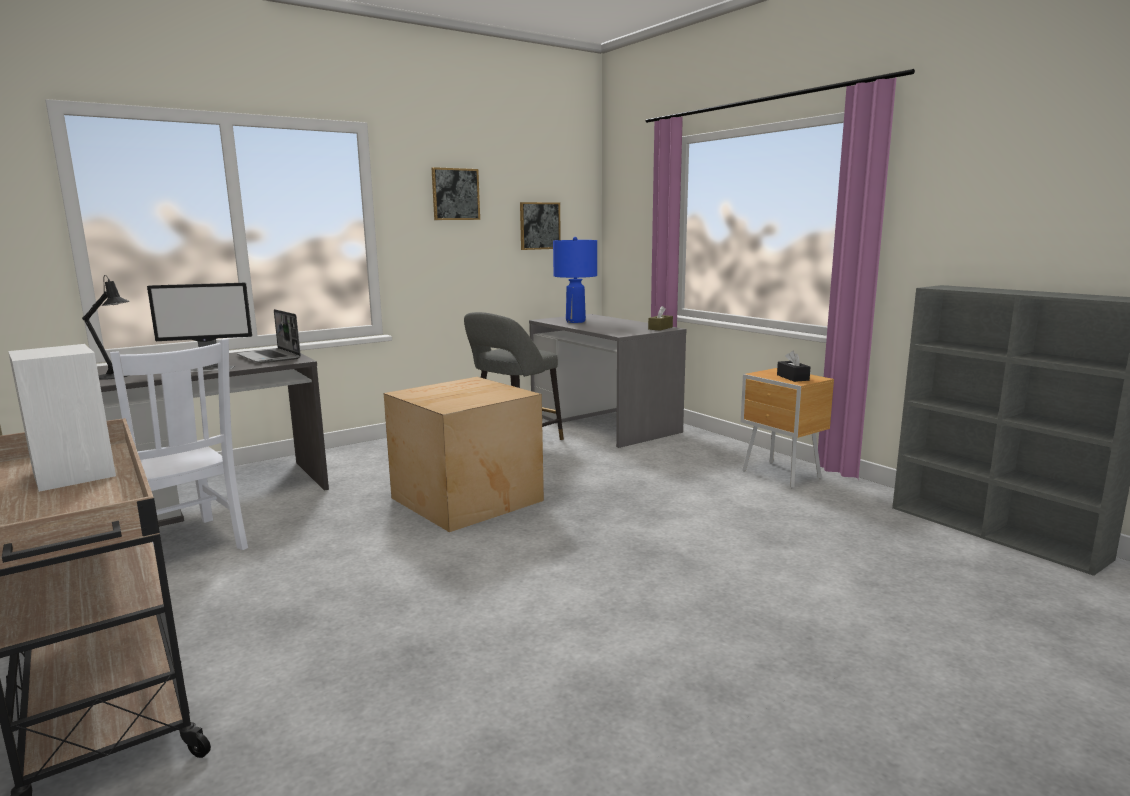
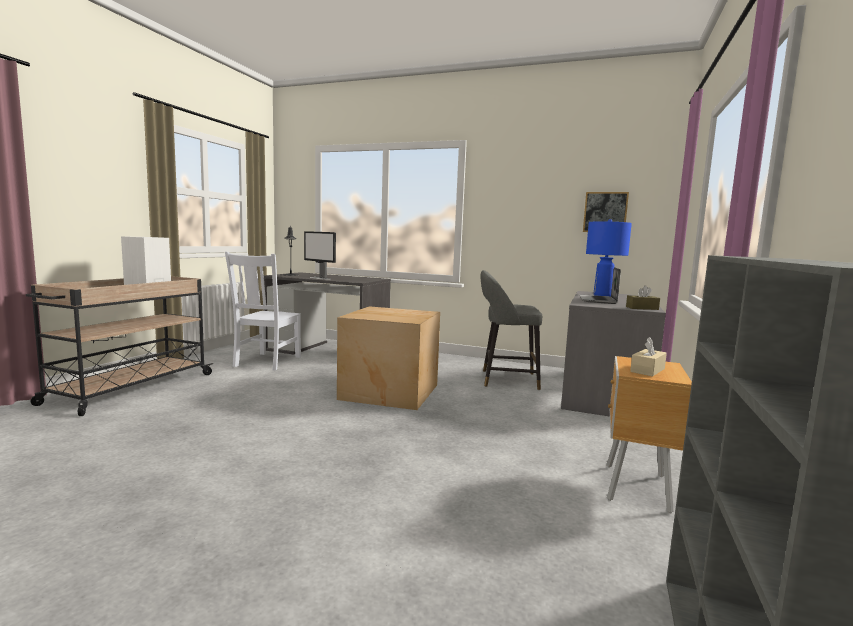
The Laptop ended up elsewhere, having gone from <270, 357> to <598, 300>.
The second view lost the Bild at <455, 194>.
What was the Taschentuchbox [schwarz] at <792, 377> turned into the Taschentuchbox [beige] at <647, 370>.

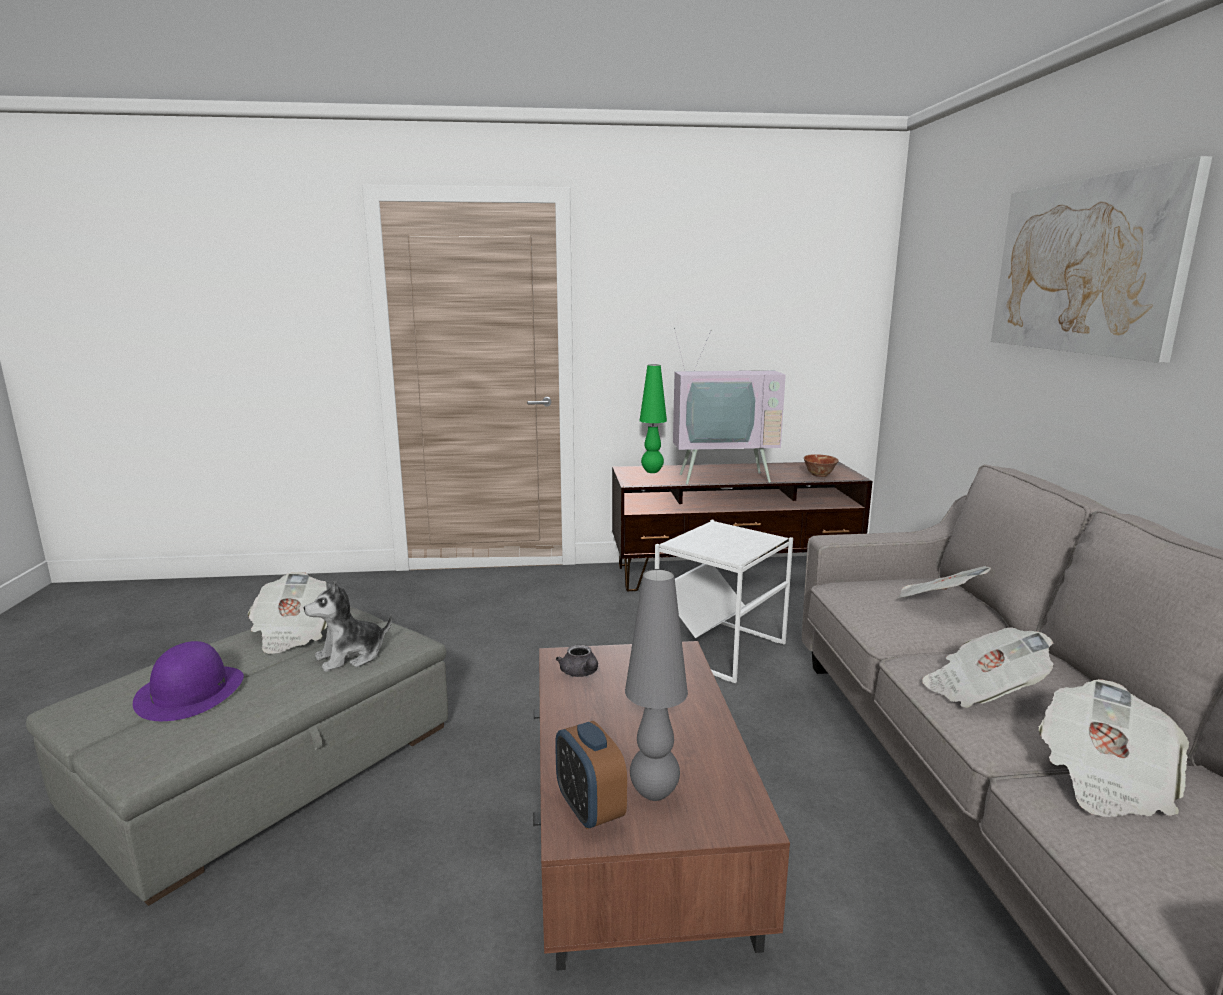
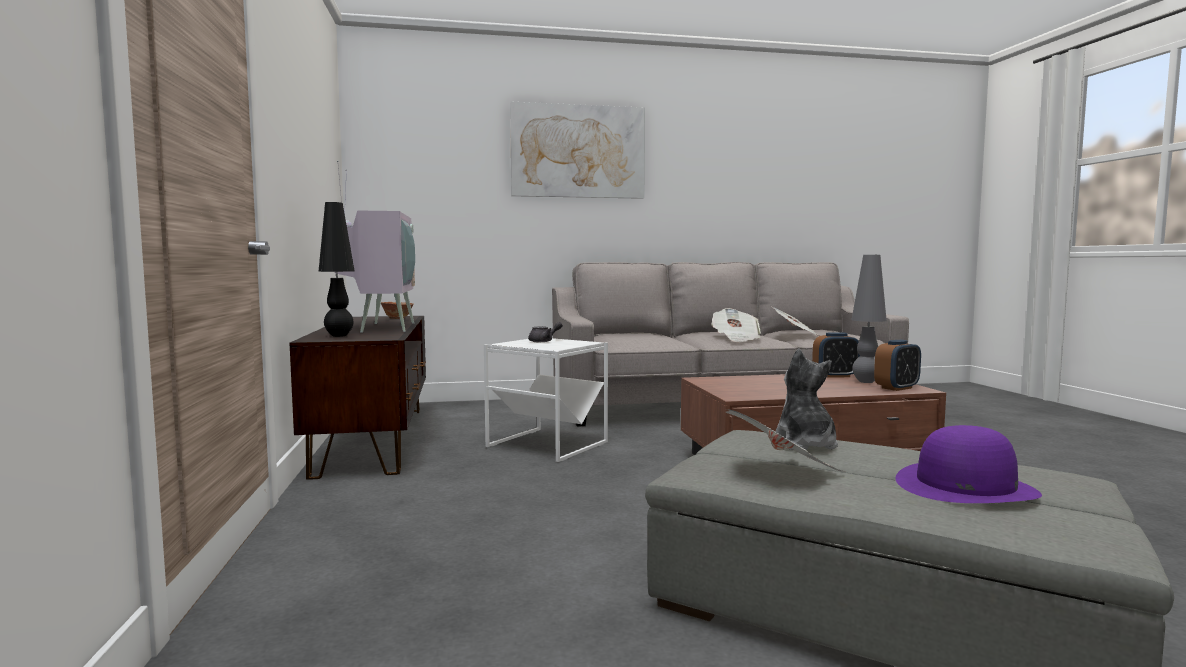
The Plüschtier at <351, 656> ended up facing another way, 150 degrees counterclockwise from before.
The Teekanne [grau] ended up elsewhere, having gone from <580, 673> to <544, 341>.
What was the Tischlampe [grün] at <652, 472> turned into the Tischlampe [schwarz] at <339, 336>.
The second view lost the Zeitung at <937, 603>.
The second view gained the Wecker at <835, 376>.

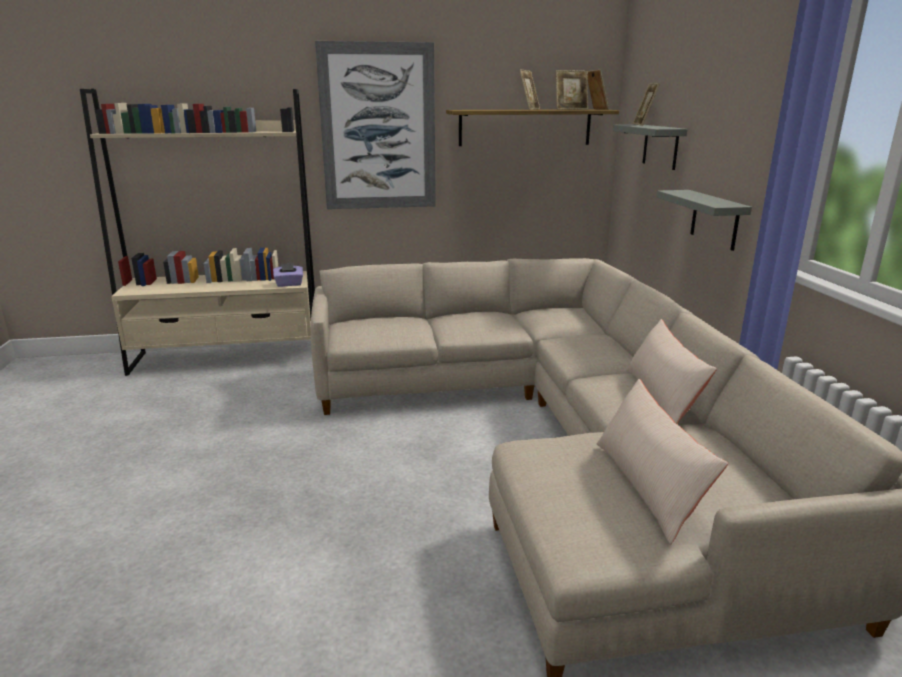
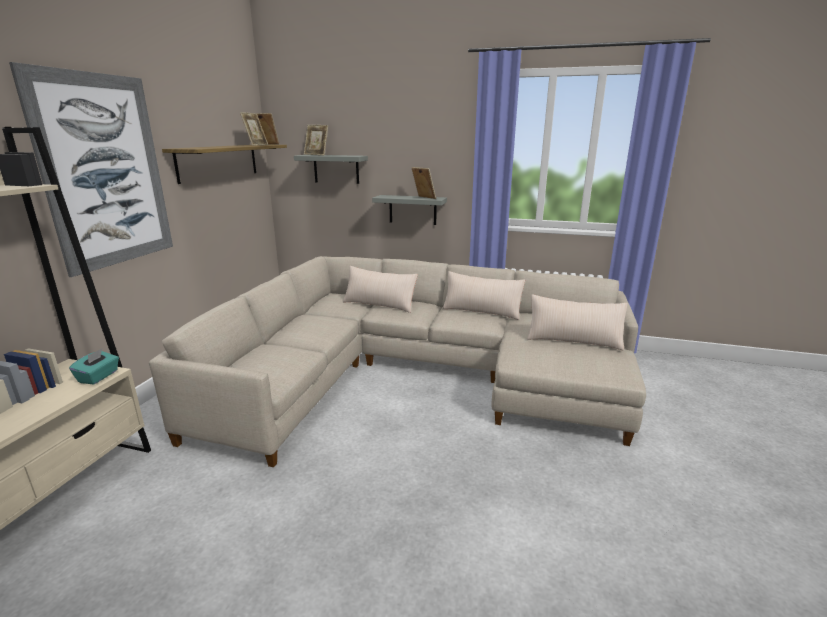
What was the Taschentuchbox [lila] at <289, 284> turned into the Taschentuchbox [türkis] at <99, 377>.
The Bilderrahmen ended up elsewhere, having gone from <529, 109> to <423, 198>.
The second view gained the Kissen [beige] at <379, 304>.

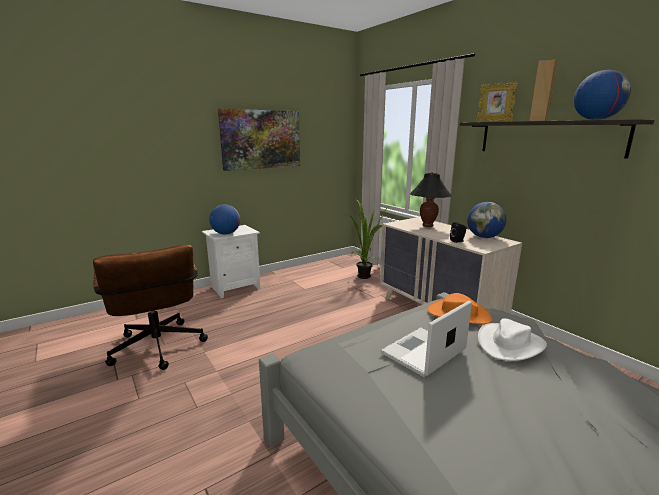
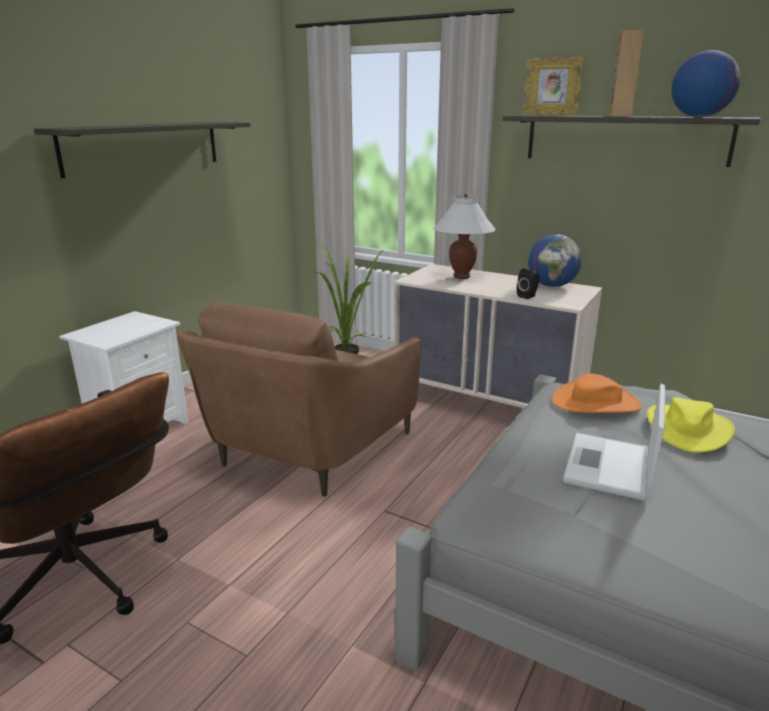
The second view lost the Globus at <226, 234>.
Where the Bild hung at <261, 139>, the Wandregal came to hang at <144, 147>.
What was the Tischlampe [schwarz] at <428, 226> turned into the Tischlampe [weiß] at <462, 277>.
What was the Hut [weiß] at <510, 343> turned into the Hut [gelb] at <687, 429>.
The second view gained the Sessel [braun] at <306, 449>.

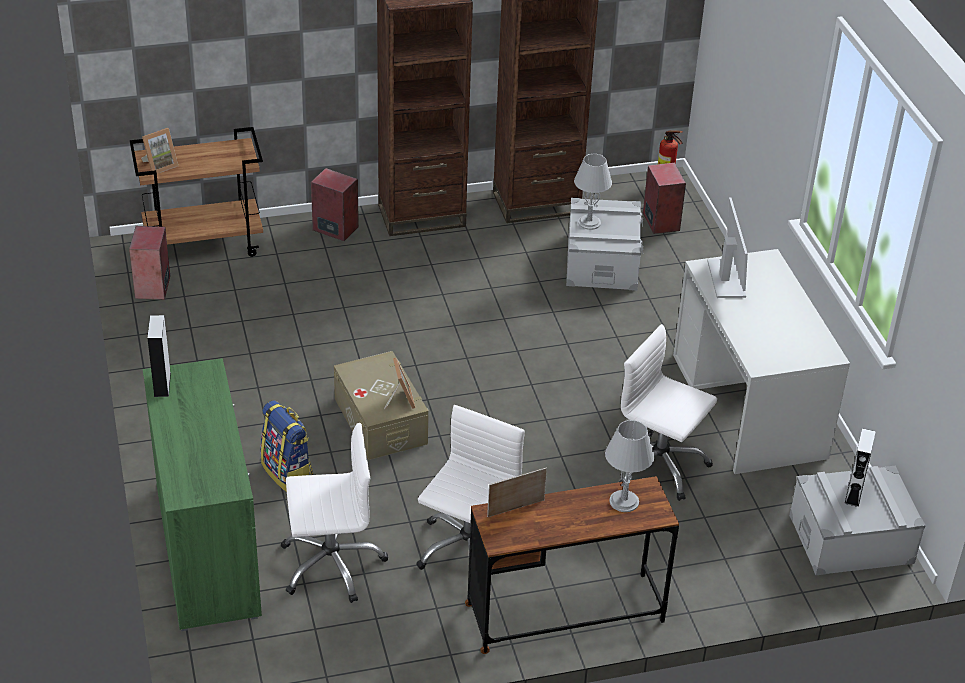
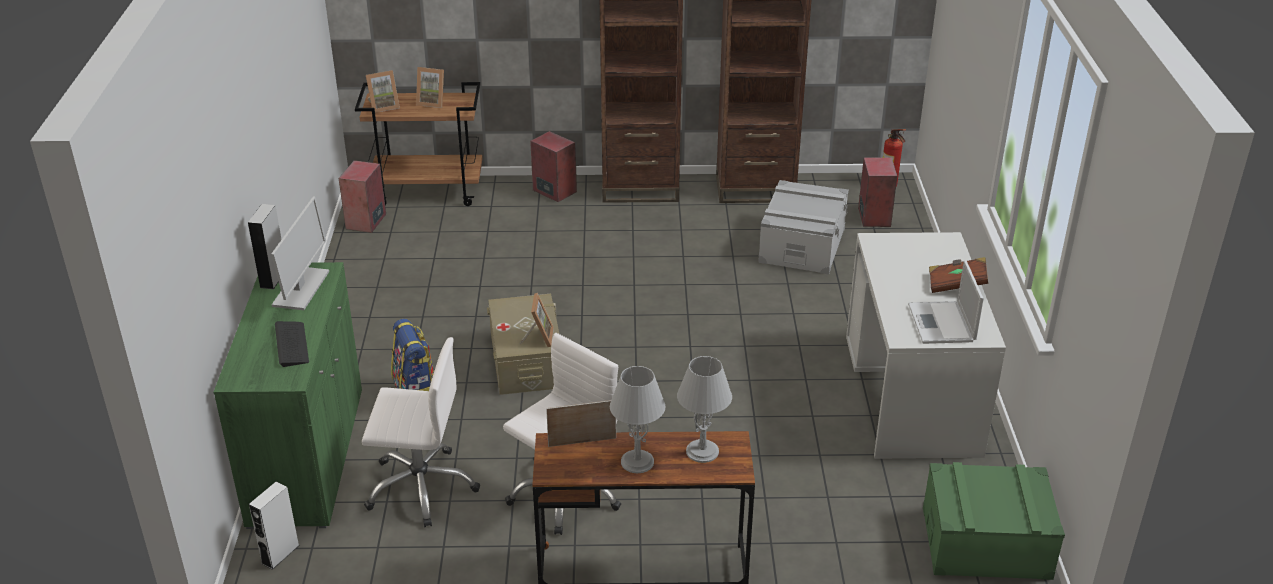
The Tischlampe [grau] ended up elsewhere, having gone from <589, 223> to <637, 462>.
The second view lost the Bürostuhl [weiß] at <658, 465>.
The Monitor ended up elsewhere, having gone from <726, 279> to <301, 289>.
What was the Aufbewahrungsbox [grau] at <851, 539> turned into the Aufbewahrungsbox [grün] at <985, 543>.
The Lautsprecher [weiß] ended up elsewhere, having gone from <854, 493> to <280, 554>.
The second view gained the Tastatur at <292, 344>.
The second view gained the Bilderrahmen at <432, 102>.
The second view gained the Laptop at <942, 324>.
The second view gained the Buch [braun] at <956, 285>.

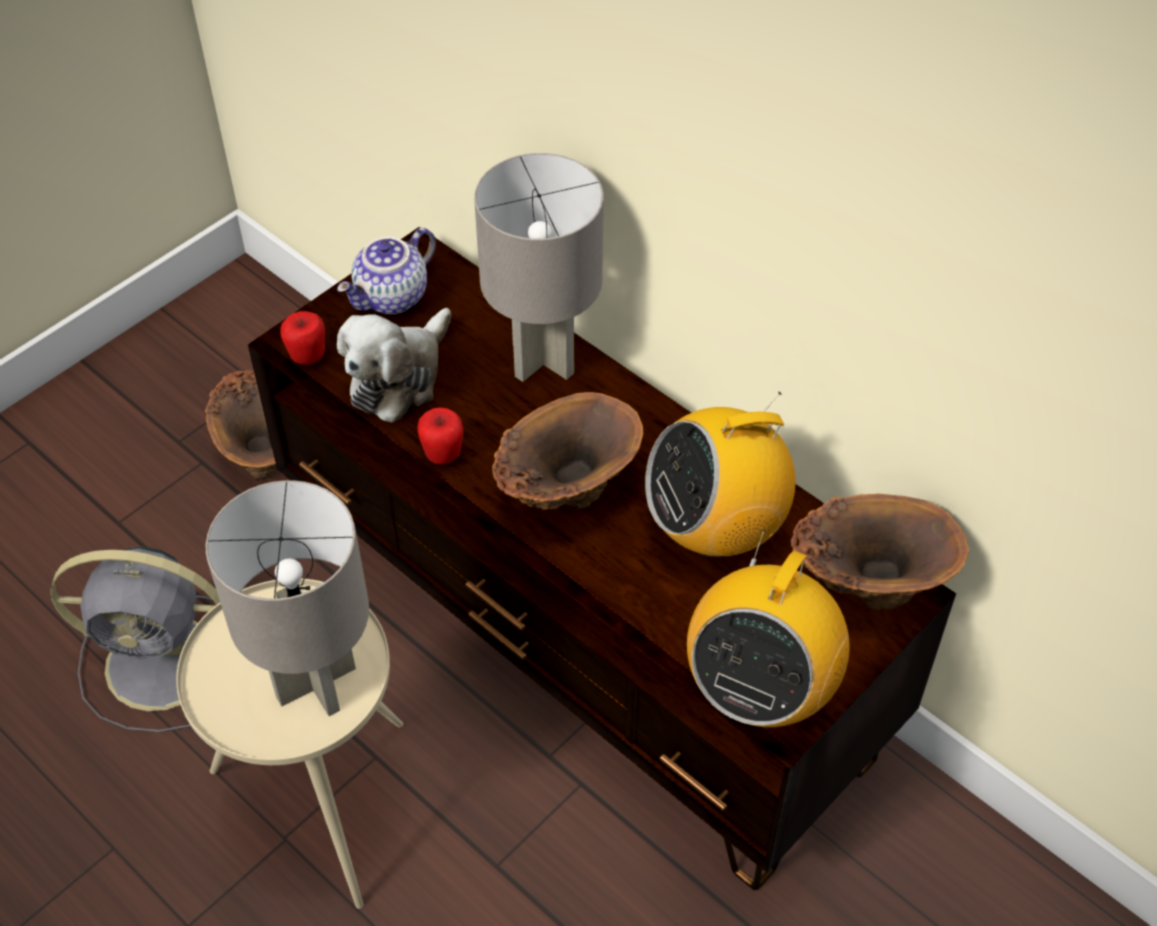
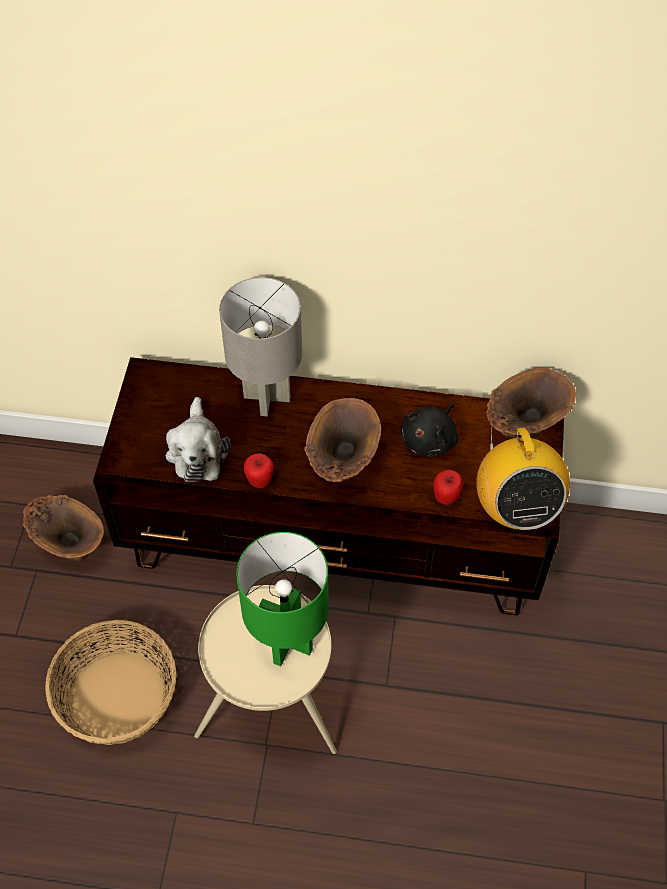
Where the Ventilator [grau] stood at <167, 663>, the Korb came to stand at <118, 695>.
What was the Tischlampe [grau] at <315, 684> turned into the Tischlampe [grün] at <288, 644>.
The Apfel ended up elsewhere, having gone from <307, 357> to <446, 497>.
The second view lost the Teekanne at <392, 298>.
Where the Radio stood at <715, 529>, the Plüschtier [schwarz] came to stand at <430, 439>.

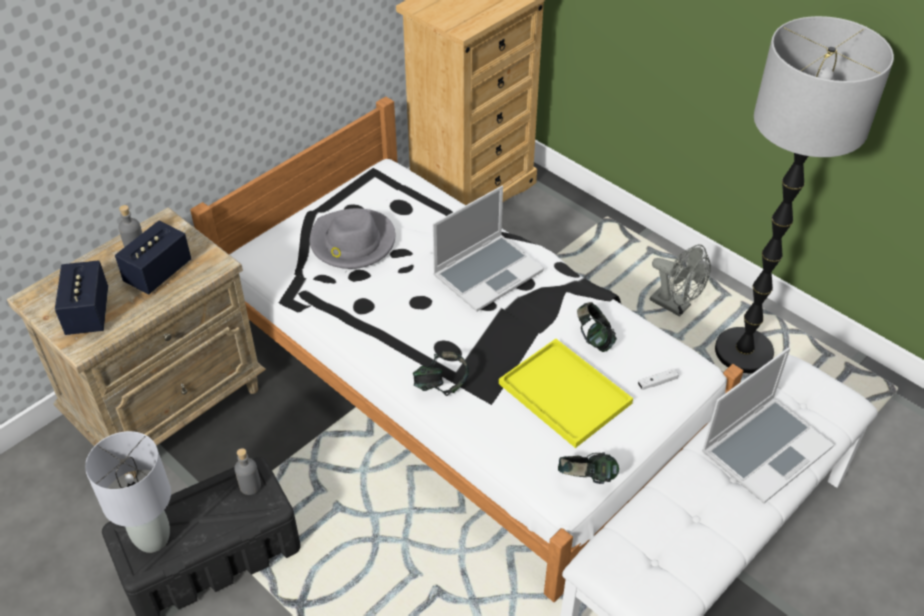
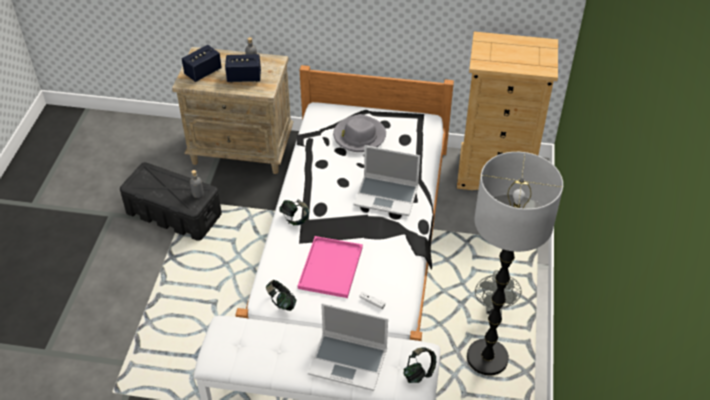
The second view lost the Tischlampe [grau] at <153, 538>.
What was the Tablett [gelb] at <567, 394> turned into the Tablett [rosa] at <331, 269>.
The Kopfhörer ended up elsewhere, having gone from <594, 338> to <419, 373>.

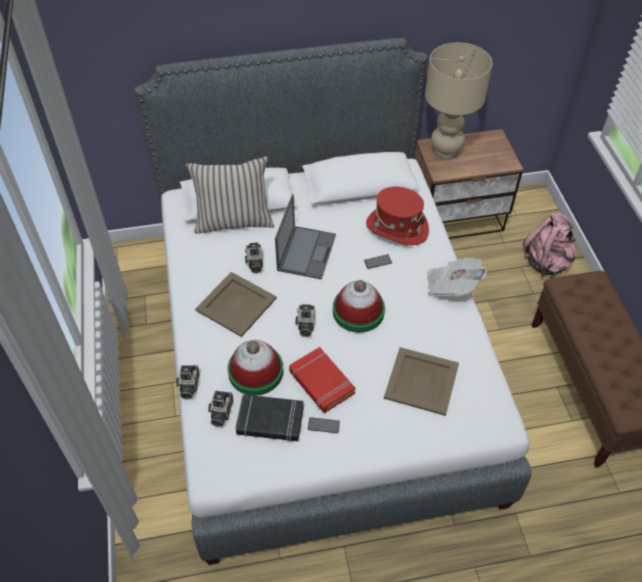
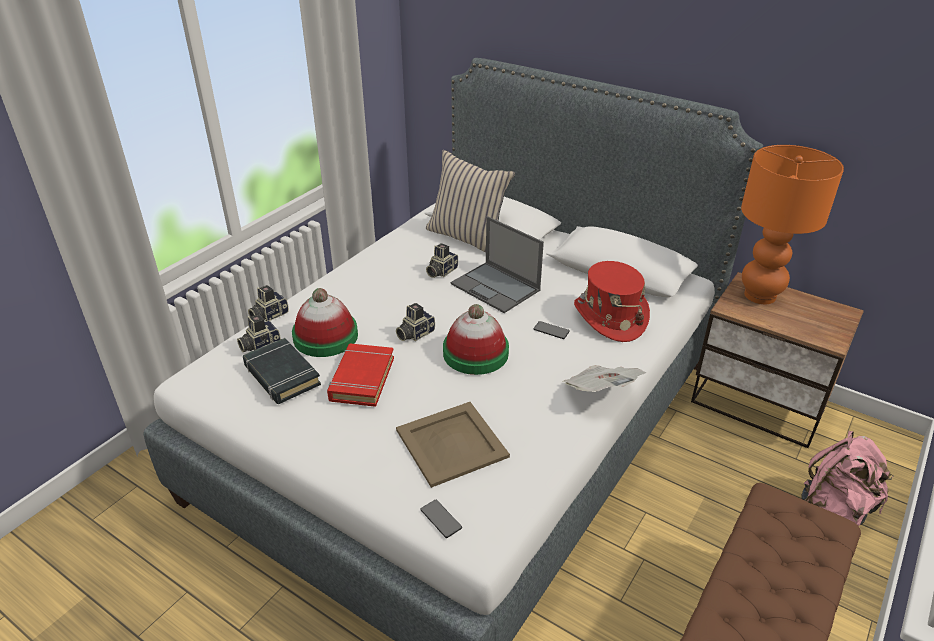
The second view lost the Tablett [beige] at <235, 304>.
The Laptop at <306, 251> ended up facing another way, 75 degrees clockwise from before.
The Handy ended up elsewhere, having gone from <323, 425> to <441, 519>.
What was the Tischlampe [beige] at <446, 152> turned into the Tischlampe [orange] at <760, 295>.

